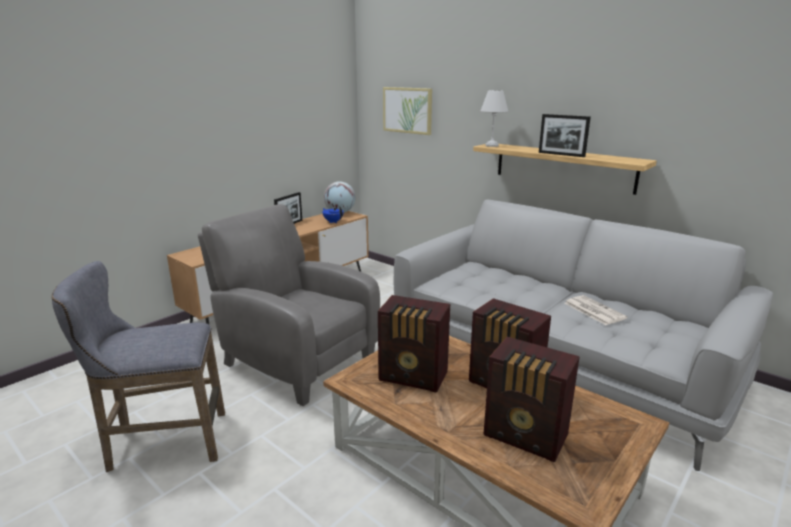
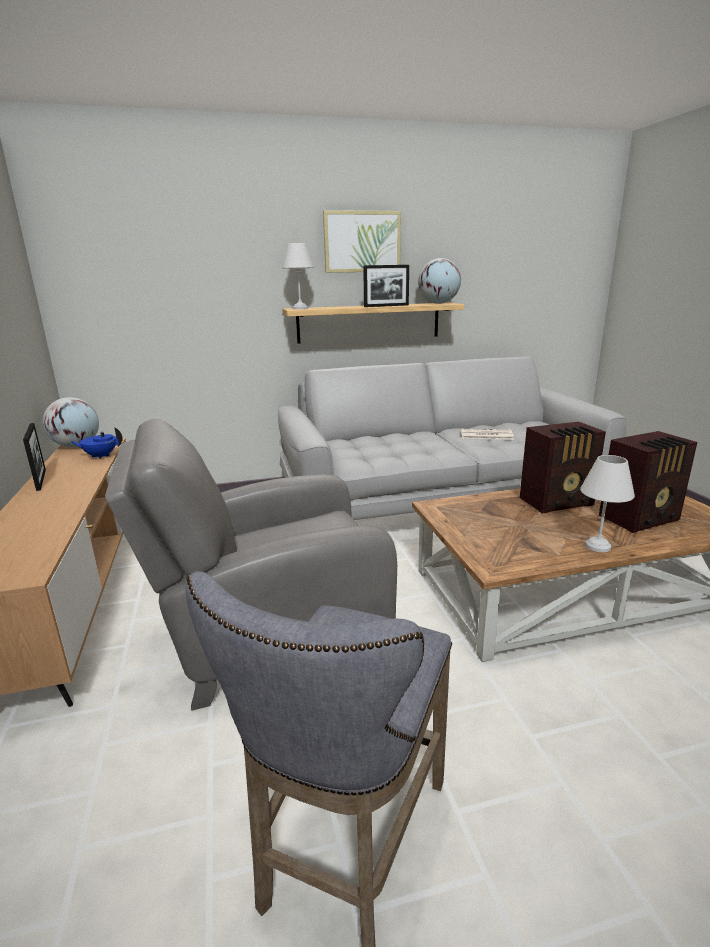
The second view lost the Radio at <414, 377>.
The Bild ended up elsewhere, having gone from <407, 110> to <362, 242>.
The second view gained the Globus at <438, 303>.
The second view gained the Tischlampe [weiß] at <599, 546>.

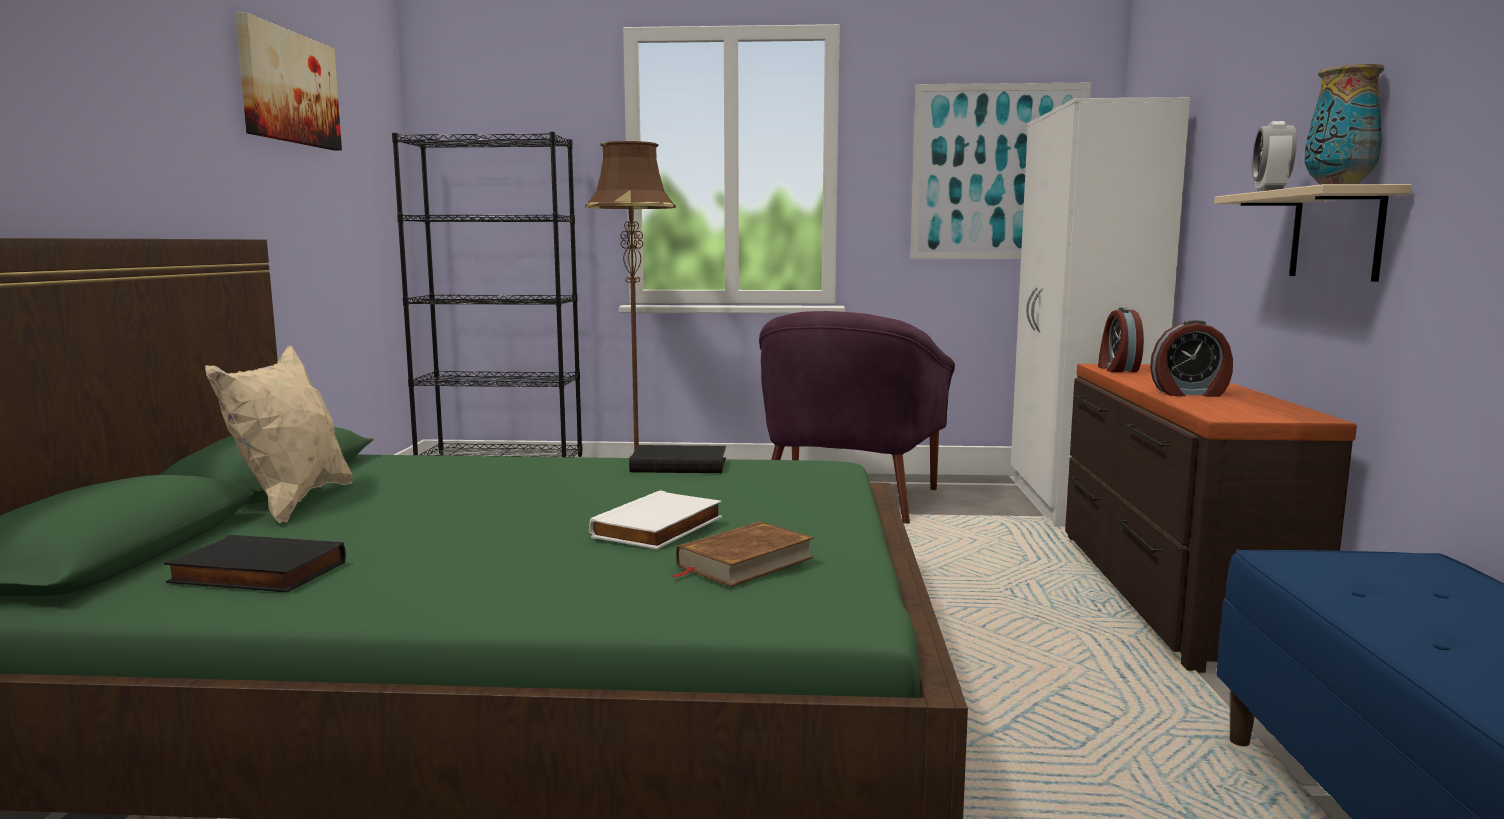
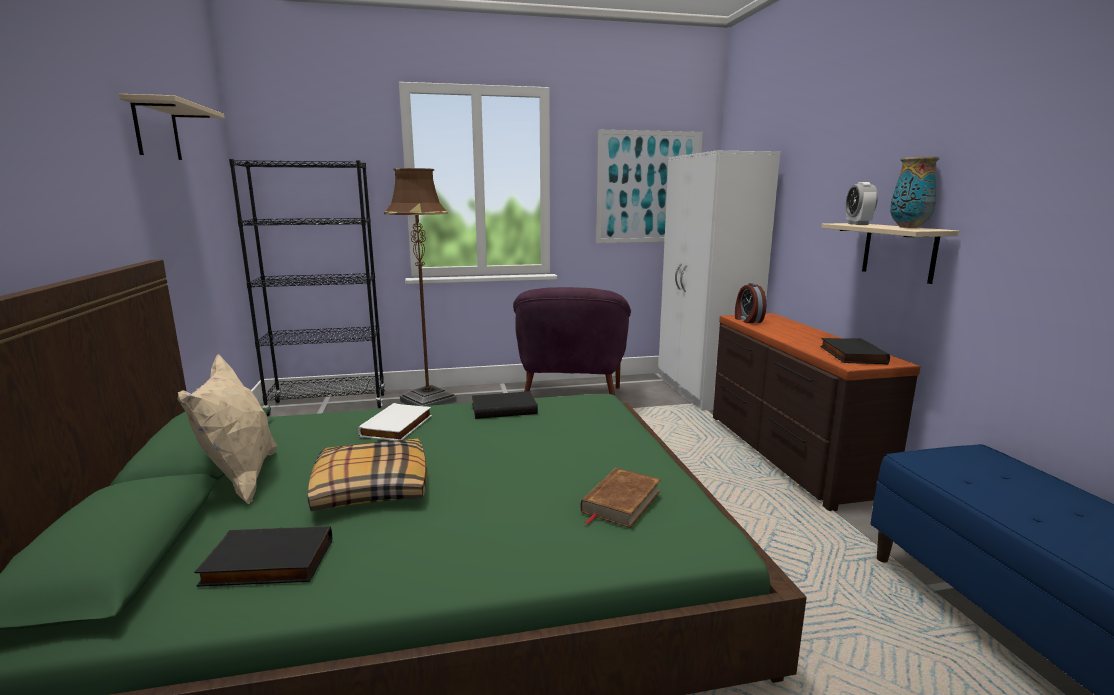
Where the Bild hung at <288, 87>, the Wandregal [beige] came to hang at <157, 131>.
The Buch [weiß] ended up elsewhere, having gone from <660, 528> to <398, 426>.
The second view lost the Wecker at <1189, 393>.
The second view gained the Kissen at <370, 488>.
The second view gained the Buch [schwarz] at <850, 355>.

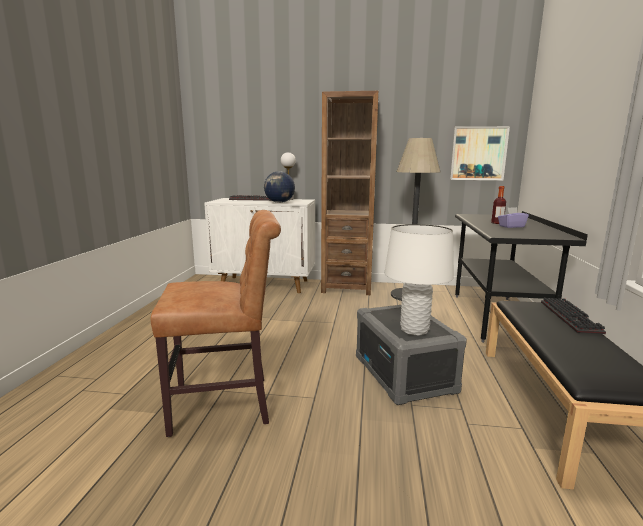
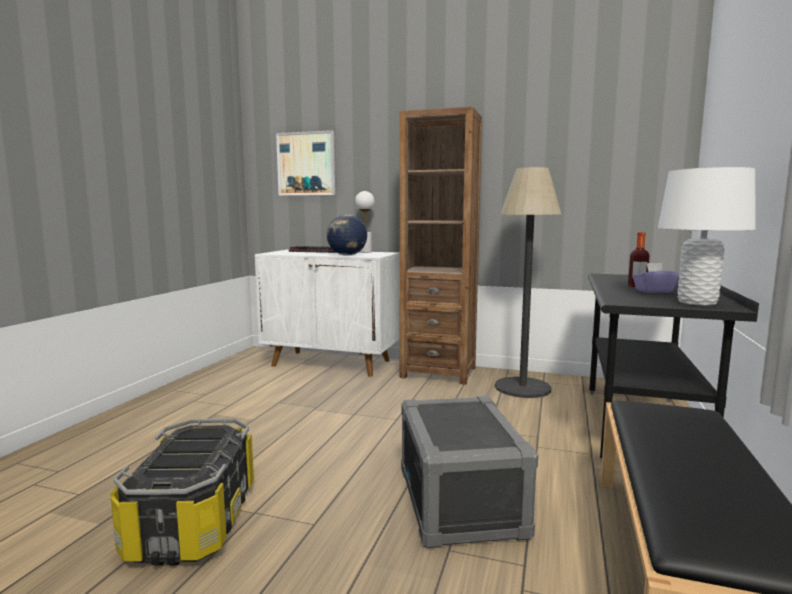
Where the Stuhl [braun] stood at <227, 404>, the Aufbewahrungsbox came to stand at <194, 521>.
The Tischlampe [weiß] ended up elsewhere, having gone from <414, 330> to <696, 302>.
The Bild ended up elsewhere, having gone from <478, 153> to <306, 164>.
The second view lost the Tastatur at <572, 317>.

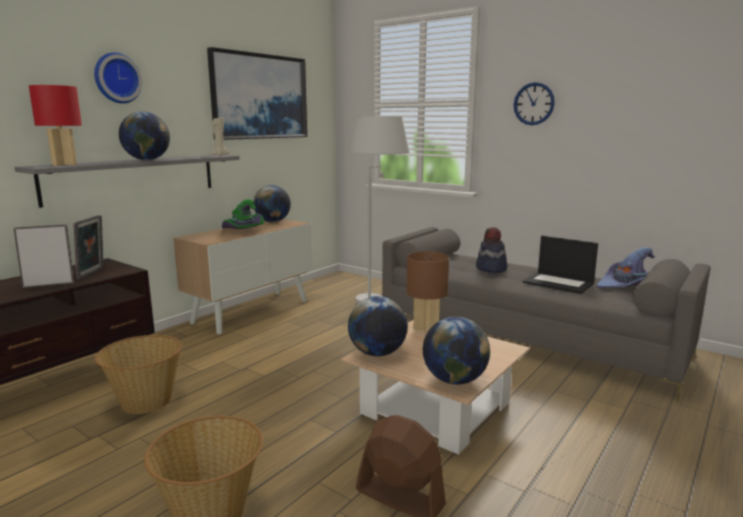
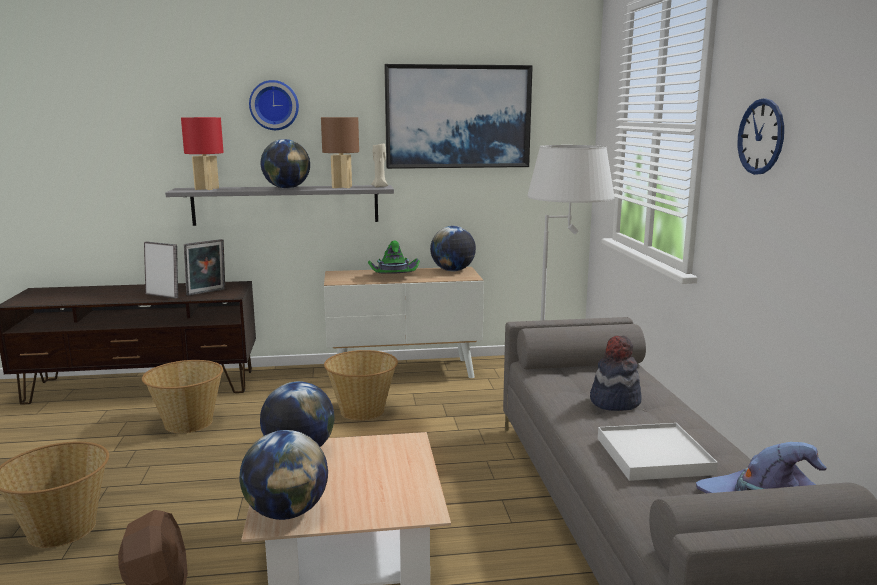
The Tischlampe [braun] ended up elsewhere, having gone from <426, 329> to <341, 187>.
Where the Laptop stood at <559, 283>, the Tablett [weiß] came to stand at <654, 456>.
The second view gained the Korb at <362, 410>.

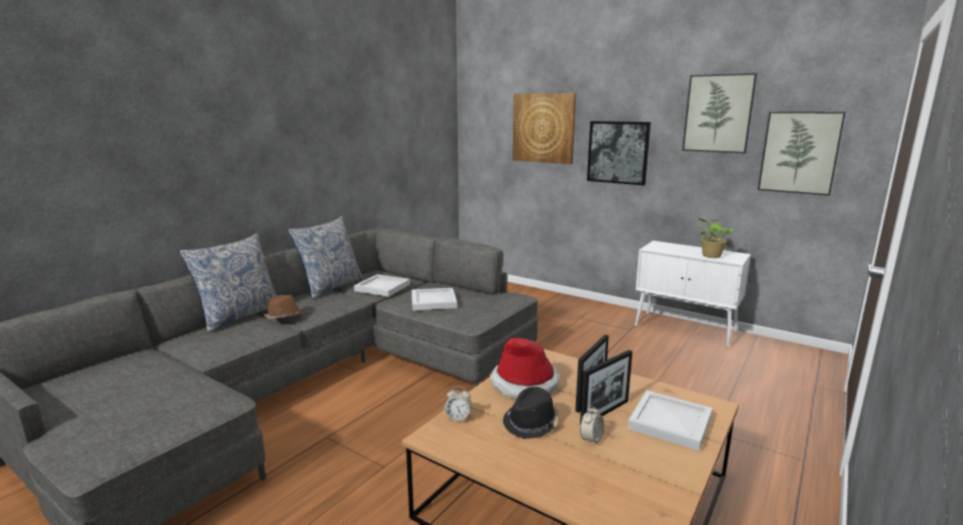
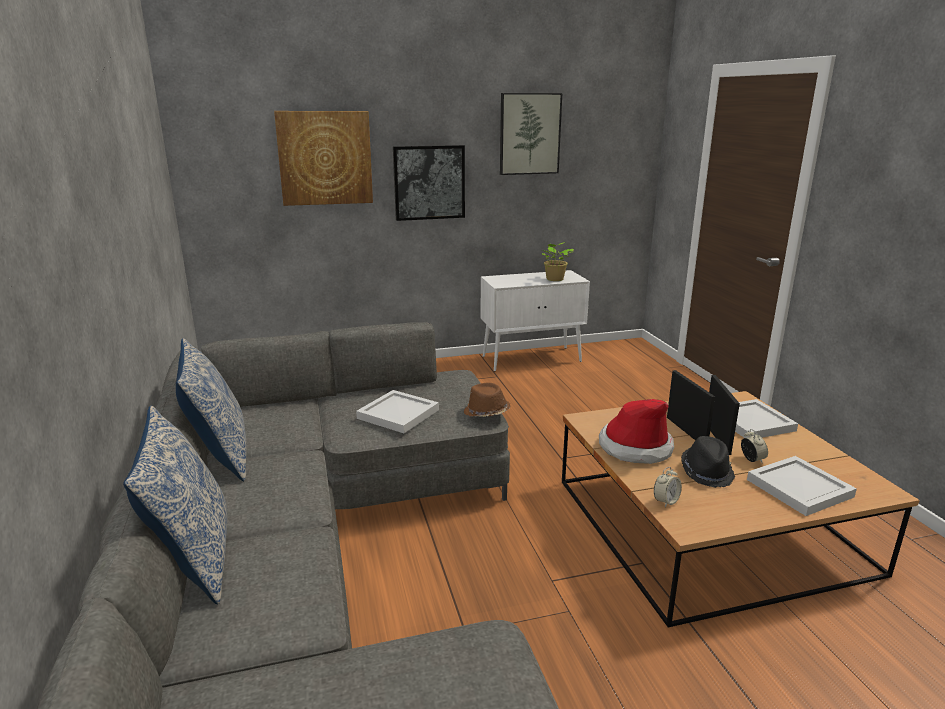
The Hut [braun] ended up elsewhere, having gone from <284, 318> to <486, 412>.
The Tablett [weiß] ended up elsewhere, having gone from <381, 287> to <799, 489>.
The second view lost the Bild at <799, 152>.

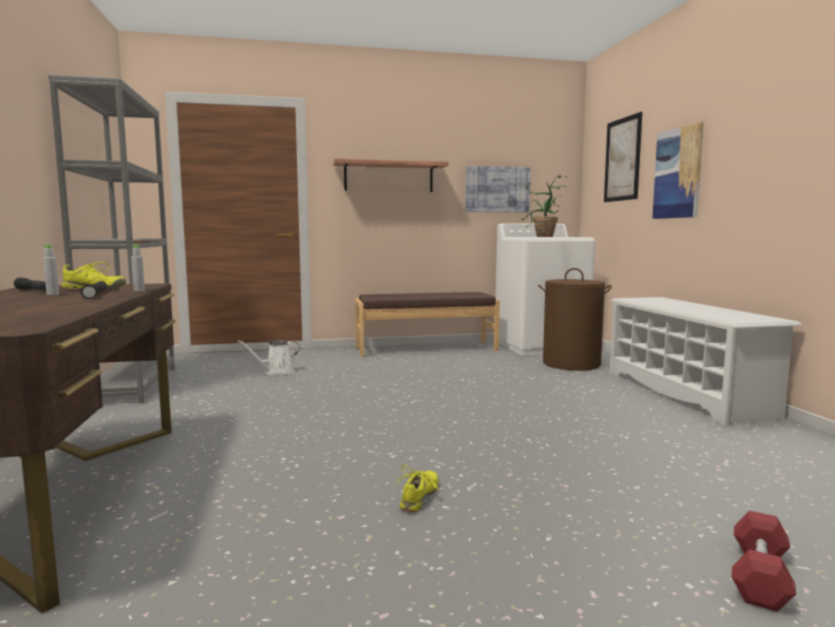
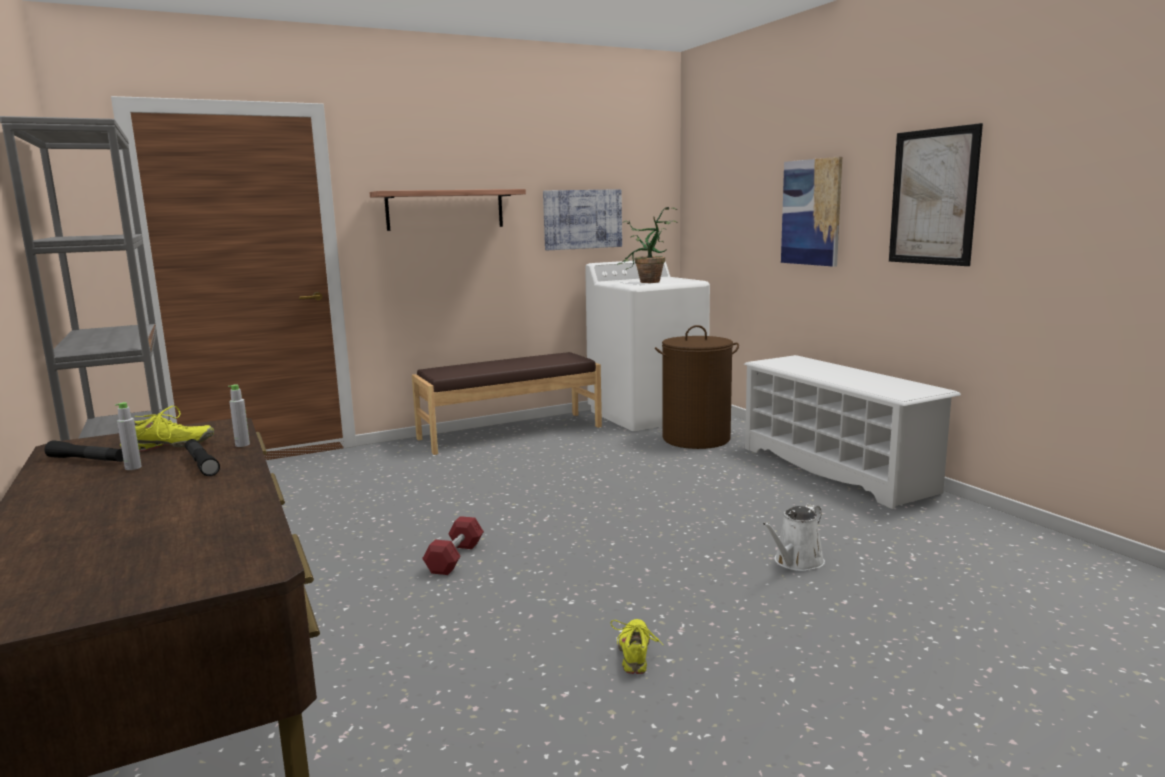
The Gießkanne [weiß] ended up elsewhere, having gone from <276, 372> to <796, 562>.
The Bild ended up elsewhere, having gone from <622, 159> to <933, 197>.
The Hantel [rot] ended up elsewhere, having gone from <760, 577> to <455, 558>.

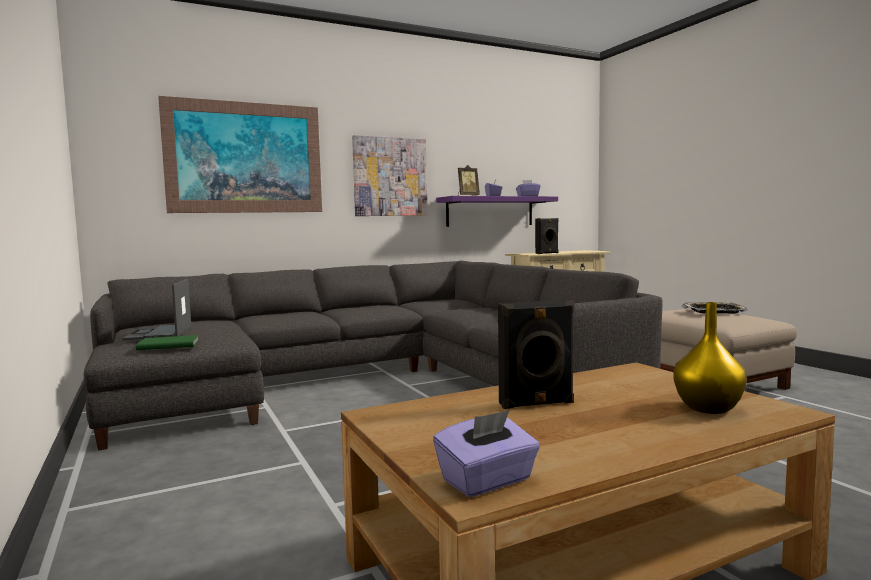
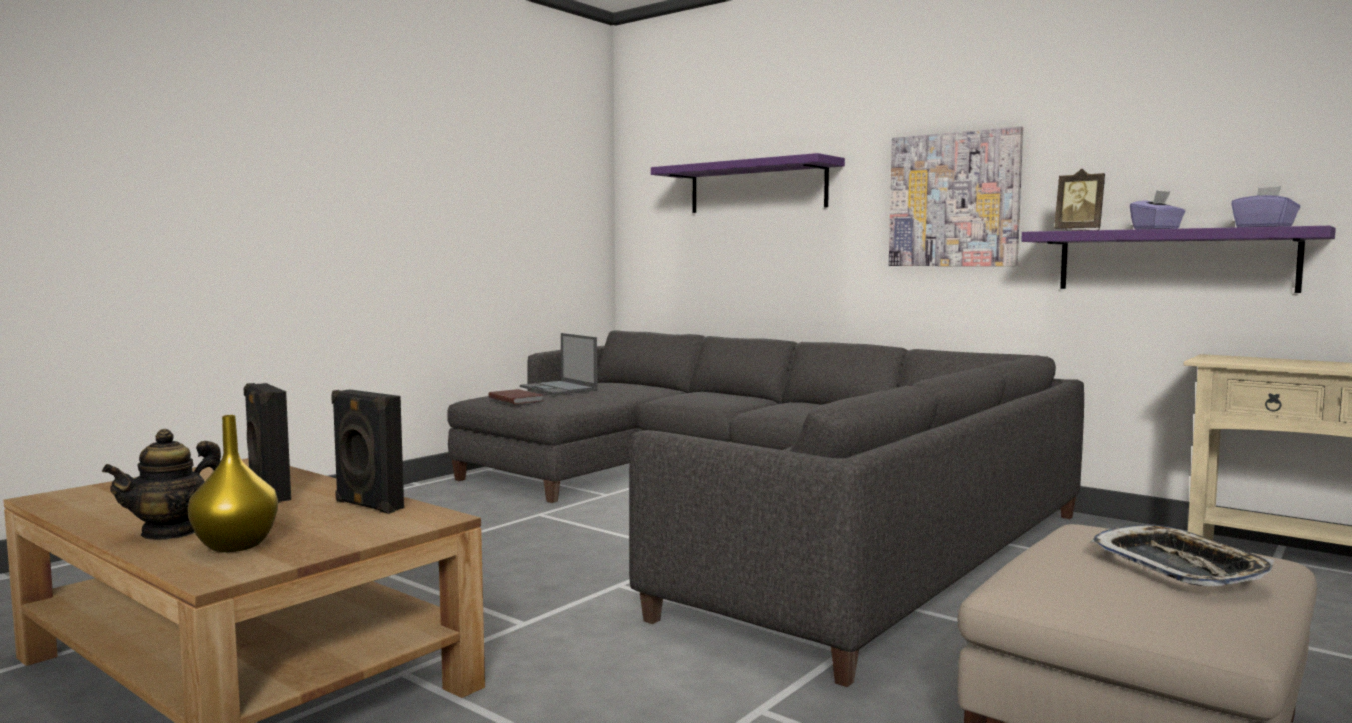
The Laptop at <159, 333> ended up facing another way, 90 degrees counterclockwise from before.
What was the Buch [grün] at <168, 345> turned into the Buch [braun] at <516, 399>.
Where the Bild hung at <245, 158>, the Wandregal [lila] came to hang at <757, 187>.
The second view lost the Taschentuchbox [lila] at <487, 481>.
The Lautsprecher [schwarz] ended up elsewhere, having gone from <547, 253> to <367, 505>.
The second view gained the Teekanne at <171, 532>.

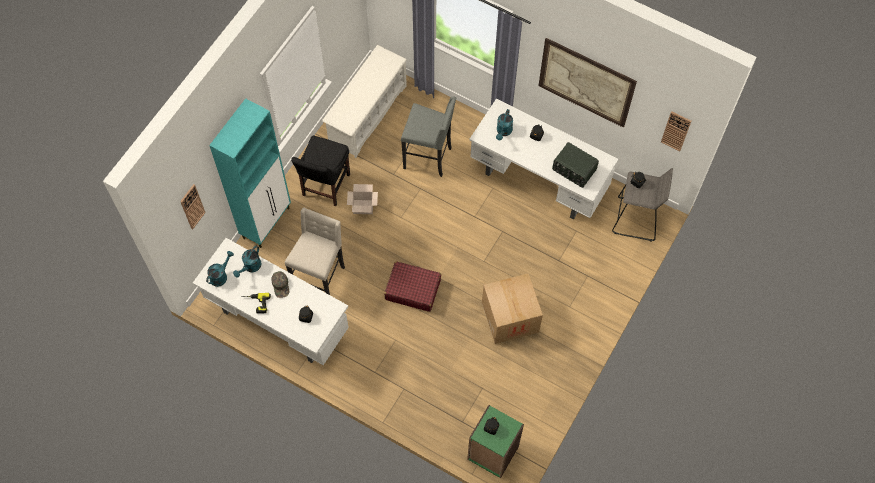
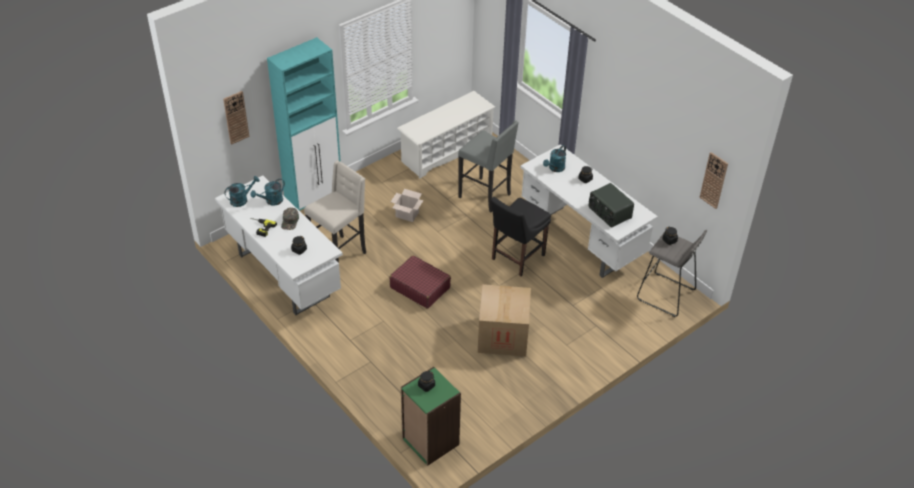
The Stuhl [schwarz] ended up elsewhere, having gone from <324, 187> to <516, 258>.
The second view lost the Bild at <586, 82>.

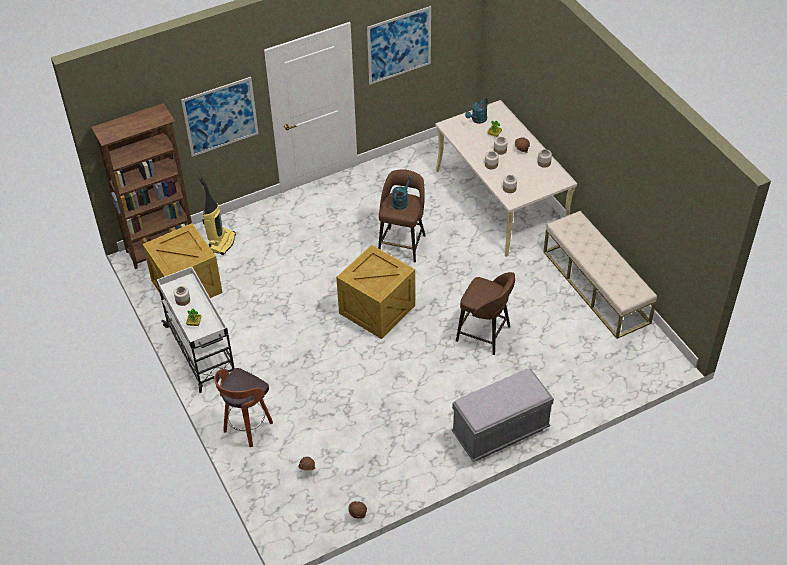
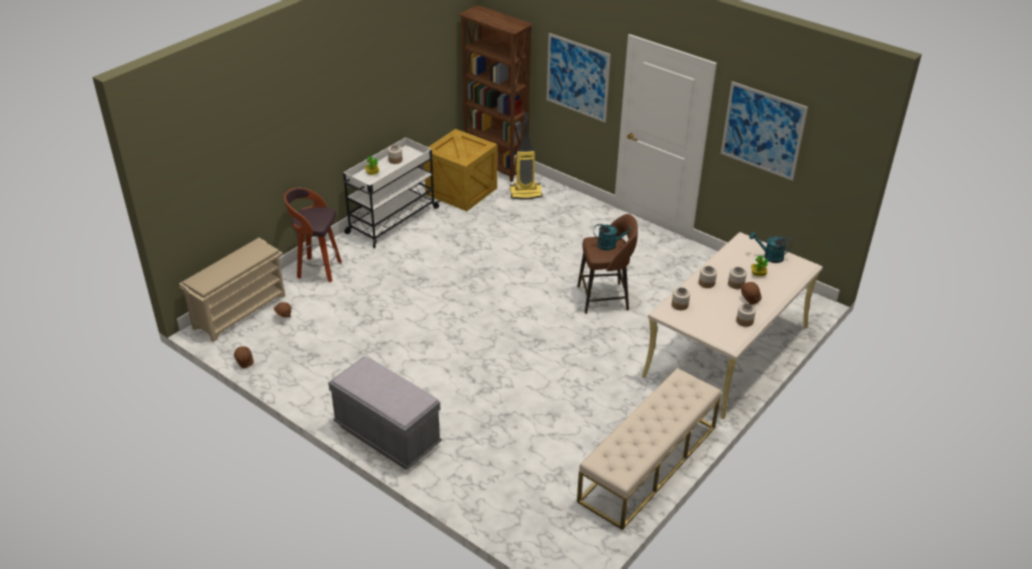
The second view lost the Kiste at <376, 309>.
The second view lost the Hocker [braun] at <484, 334>.
The second view gained the Schuhregal [beige] at <240, 311>.

